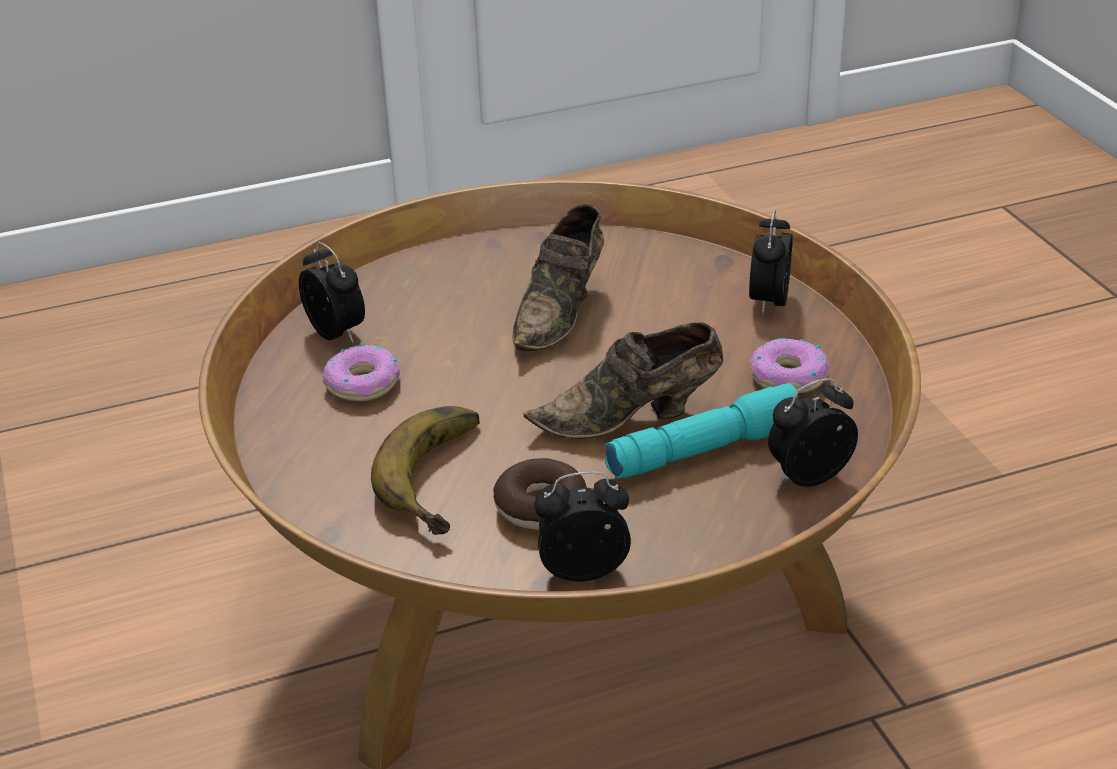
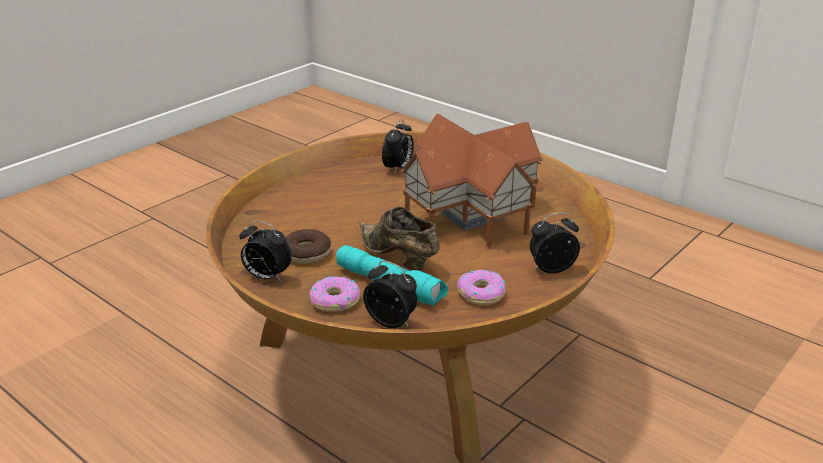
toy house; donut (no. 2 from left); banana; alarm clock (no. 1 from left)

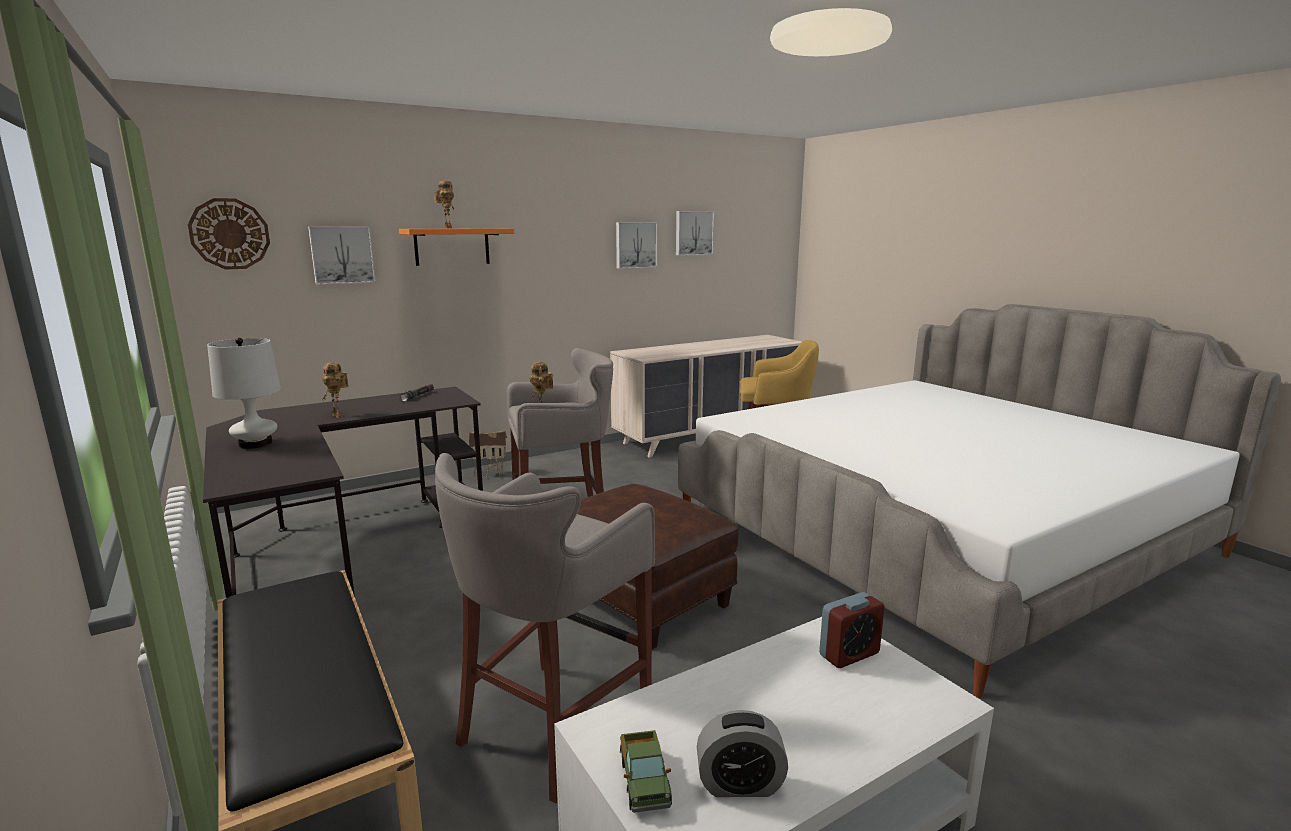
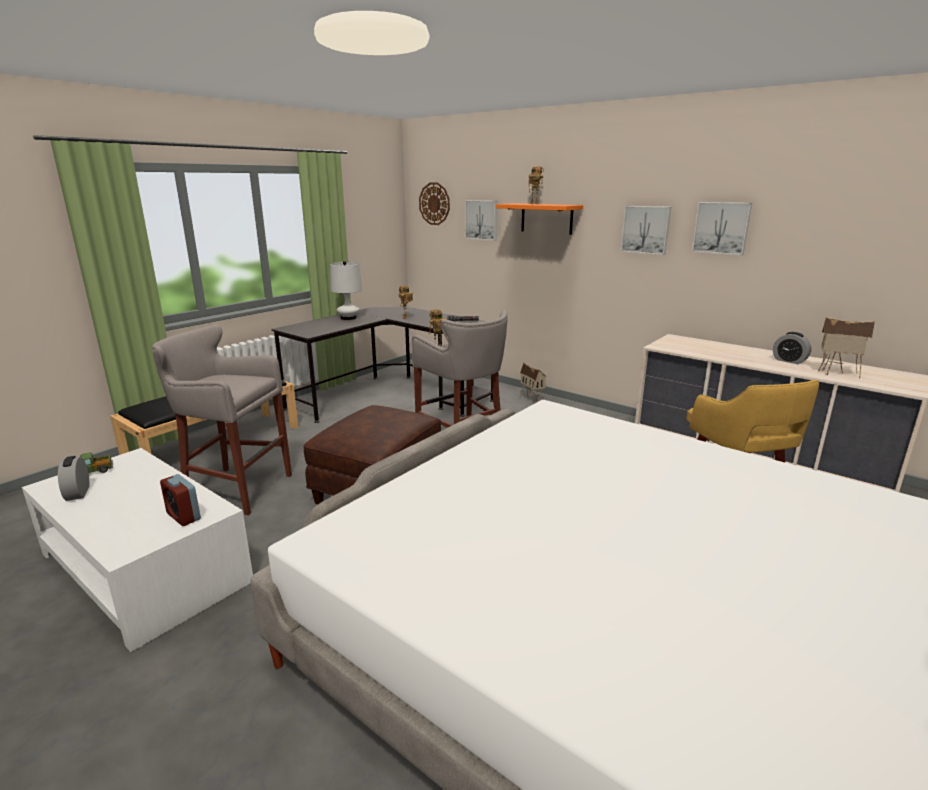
picture (no. 2 from left); toy house (no. 2 from left); alarm clock (no. 3 from left)

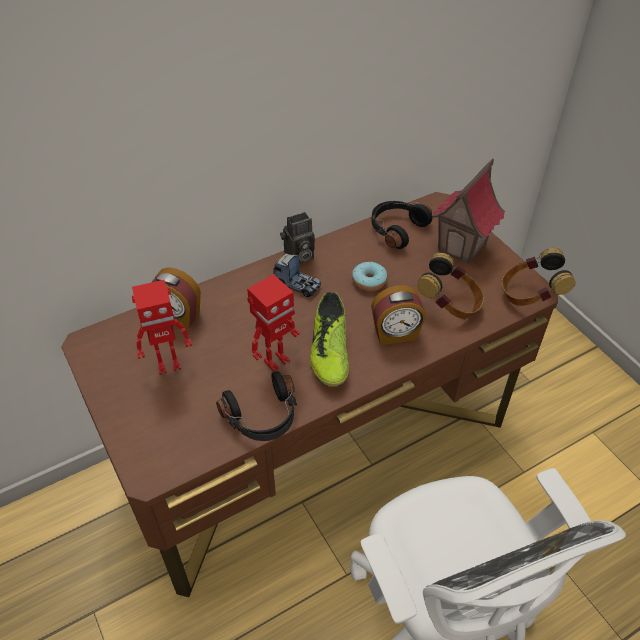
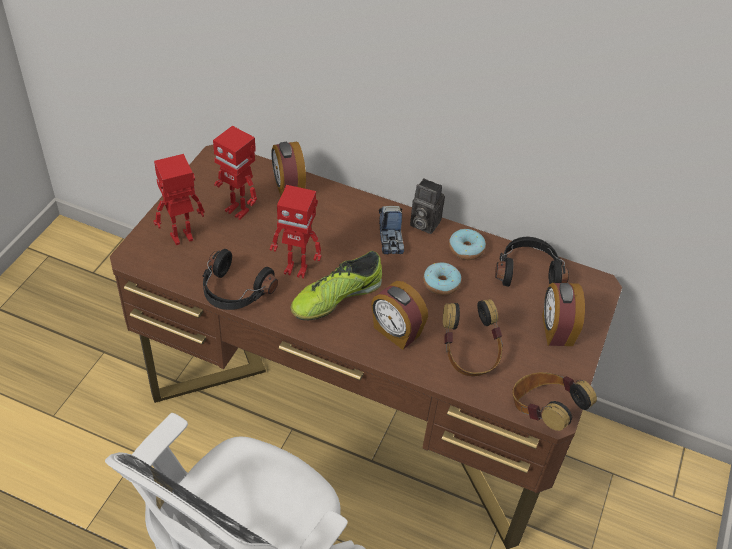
alarm clock (no. 3 from left); toy robot (no. 1 from left); donut (no. 2 from left)

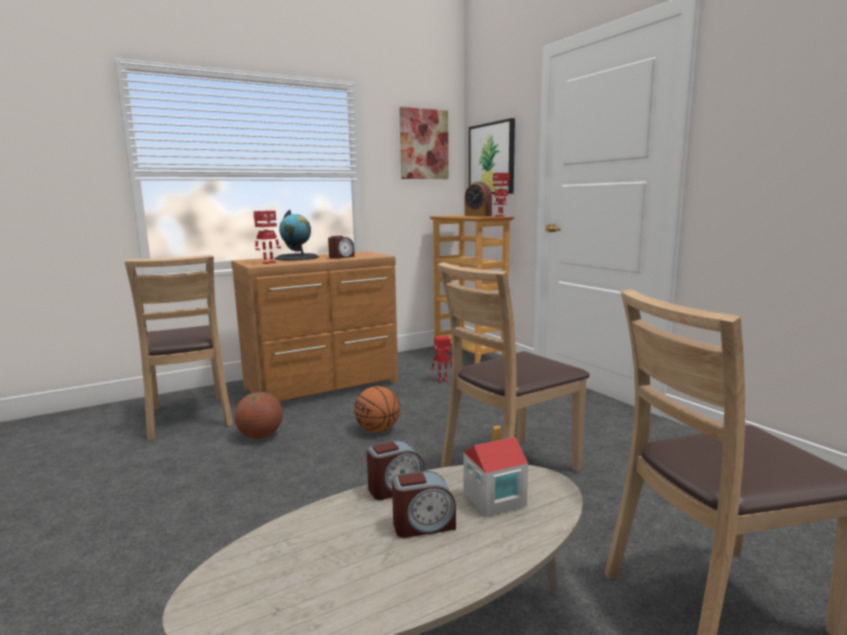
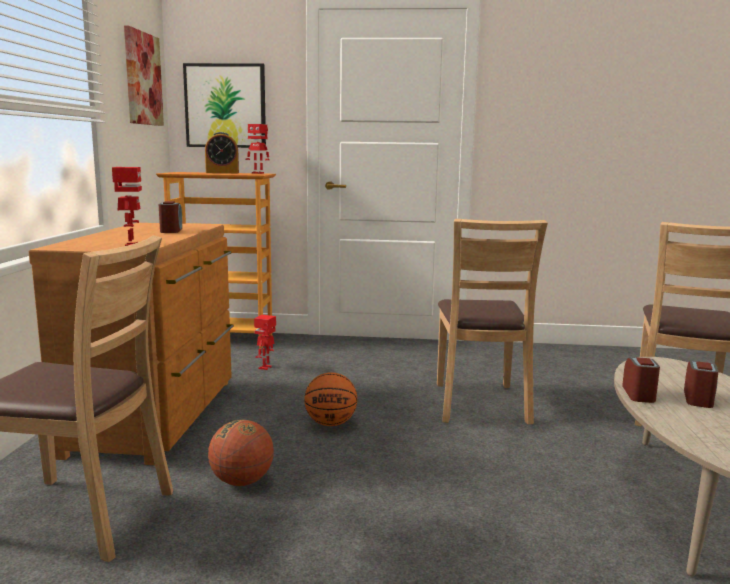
globe; toy house

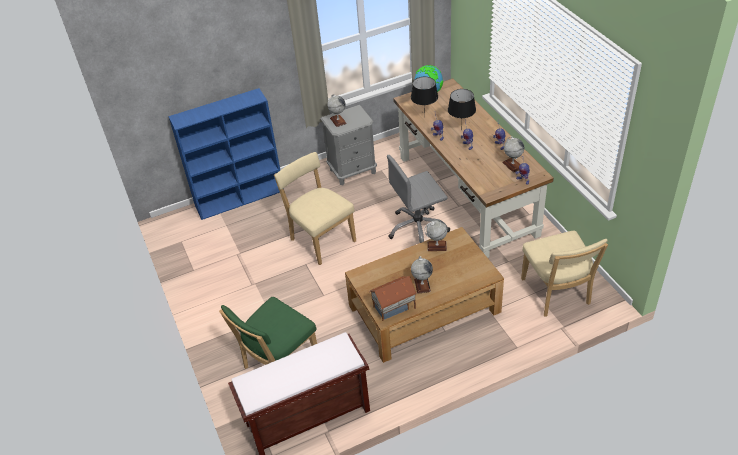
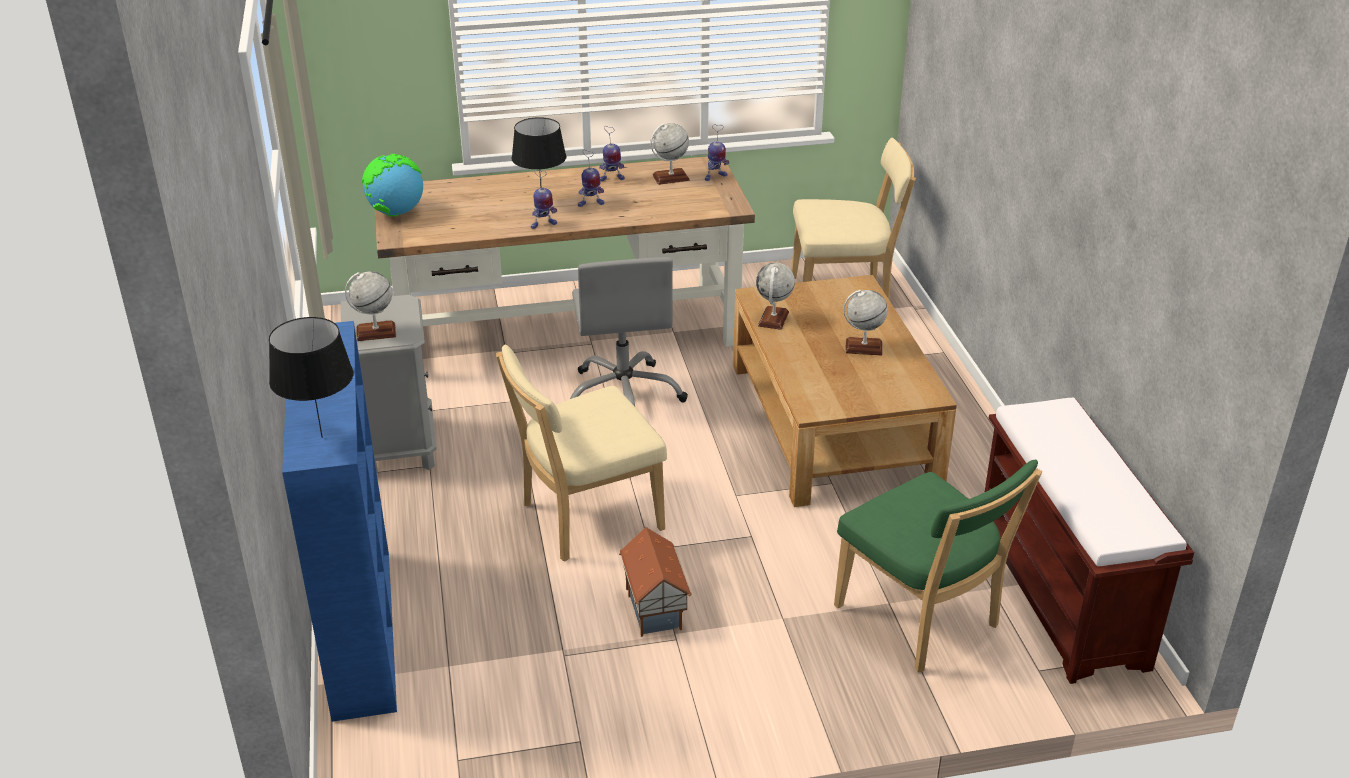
black table lamp (no. 1 from left); toy house

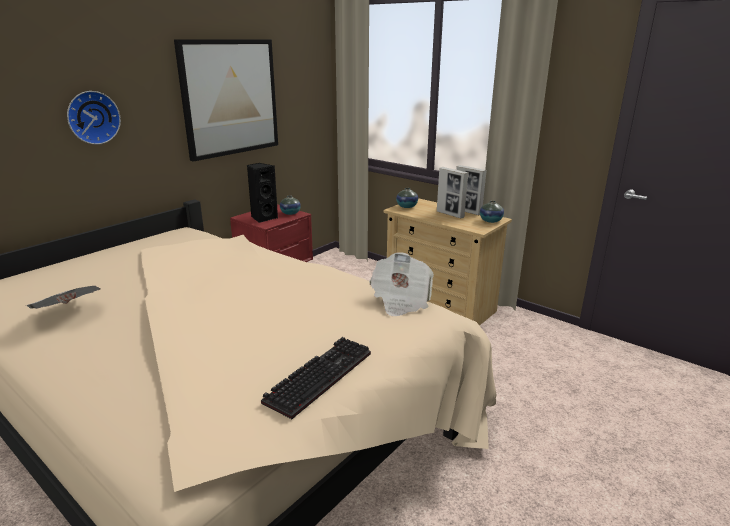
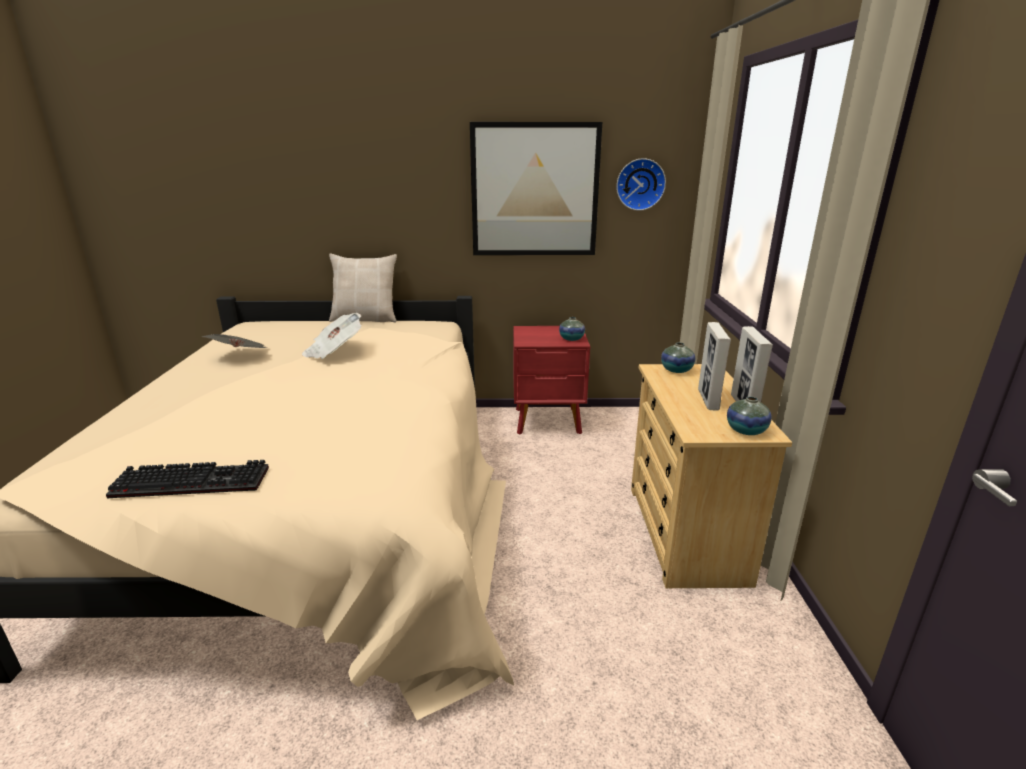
wall clock; black speaker; newspaper (no. 2 from left); beige pillow

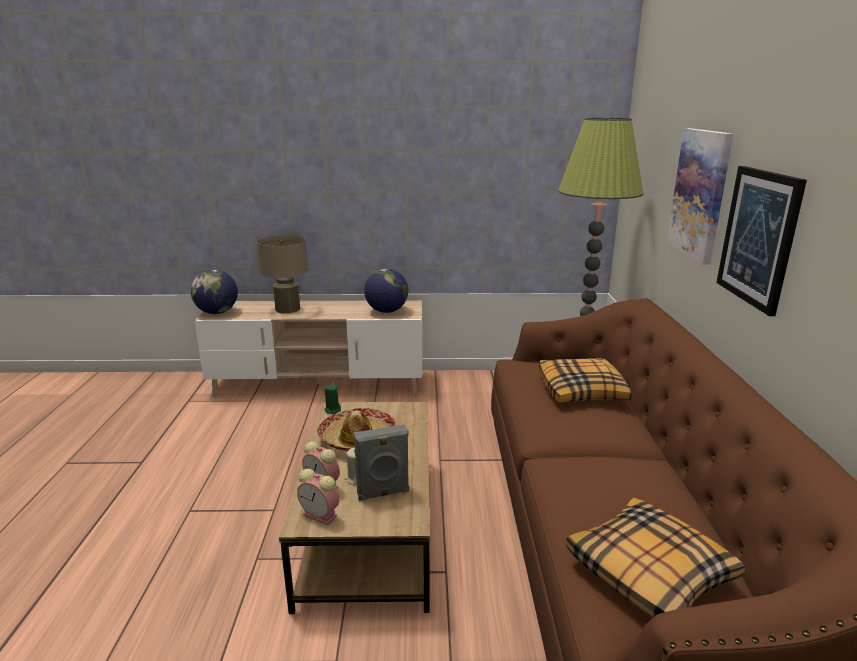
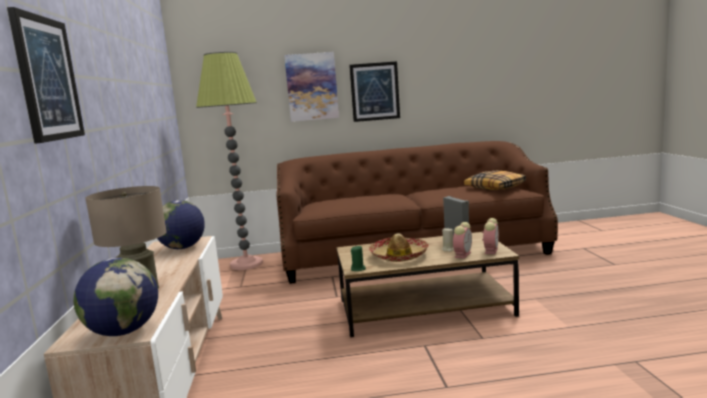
pillow (no. 1 from left in the first image); picture (no. 1 from left)

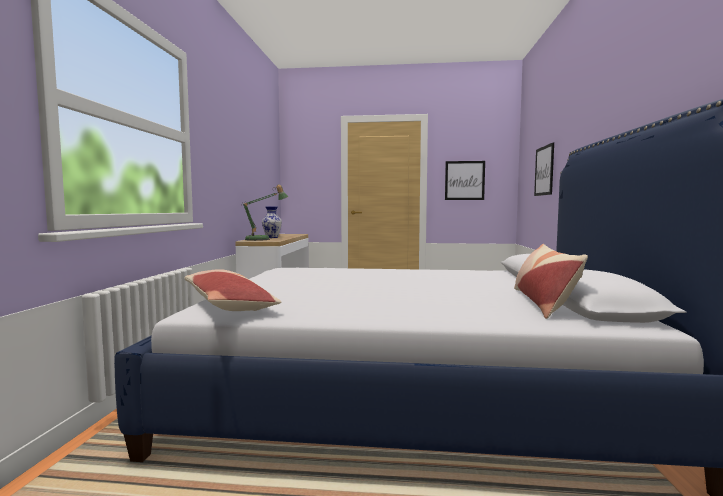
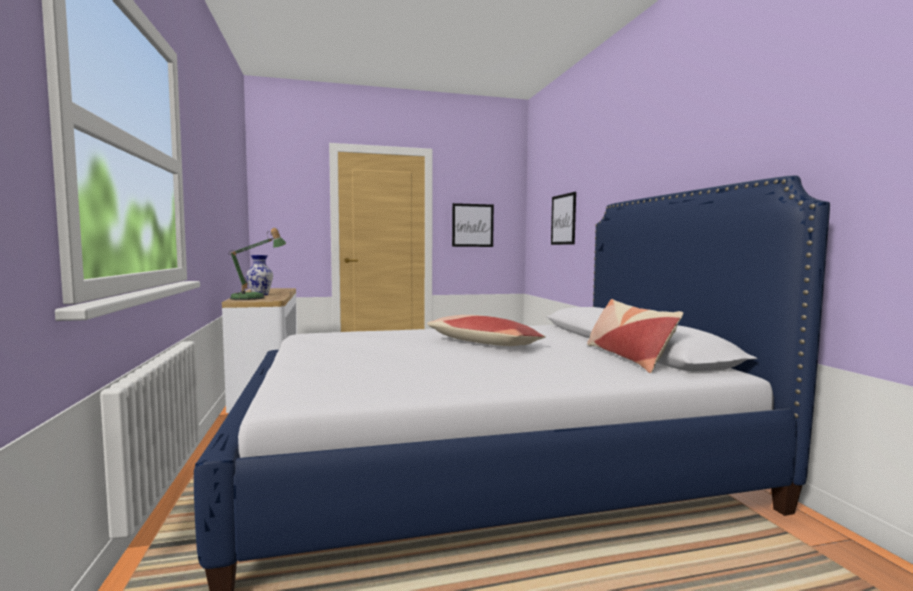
pillow (no. 1 from left)

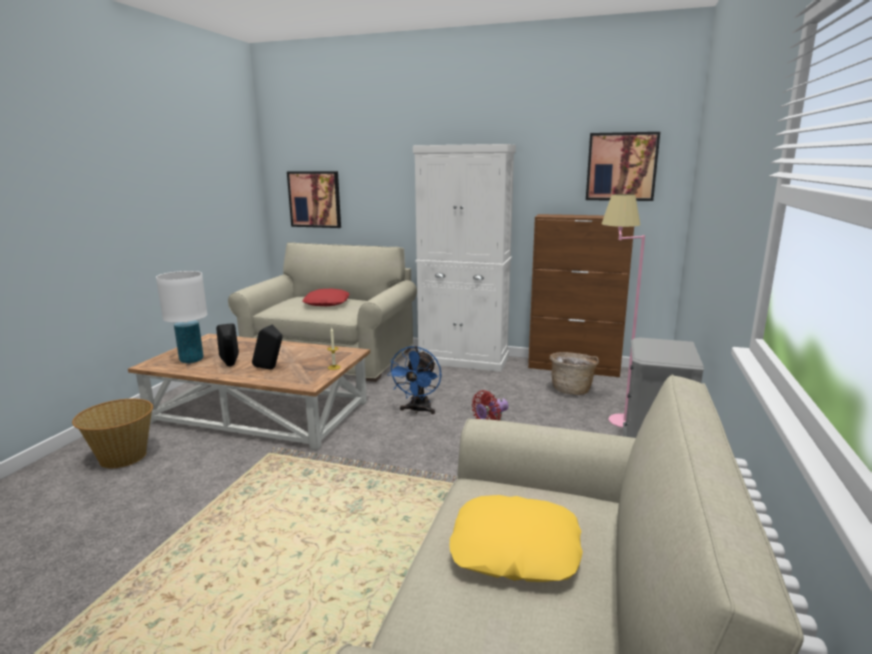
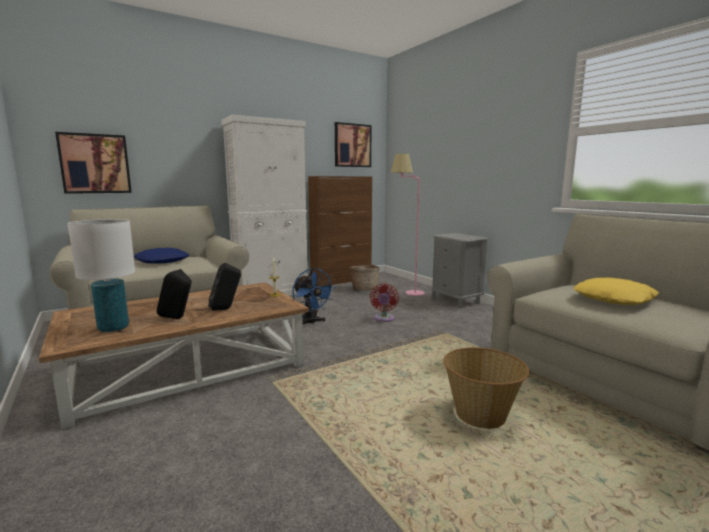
blue pillow; basket (no. 2 from left)

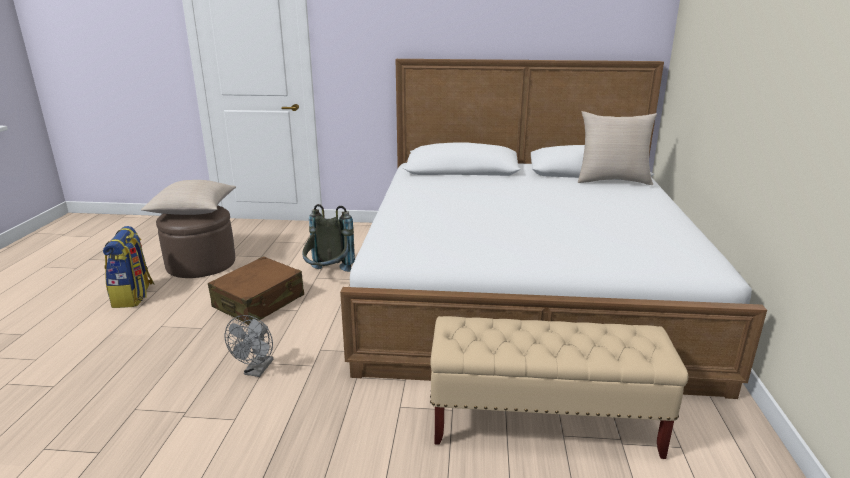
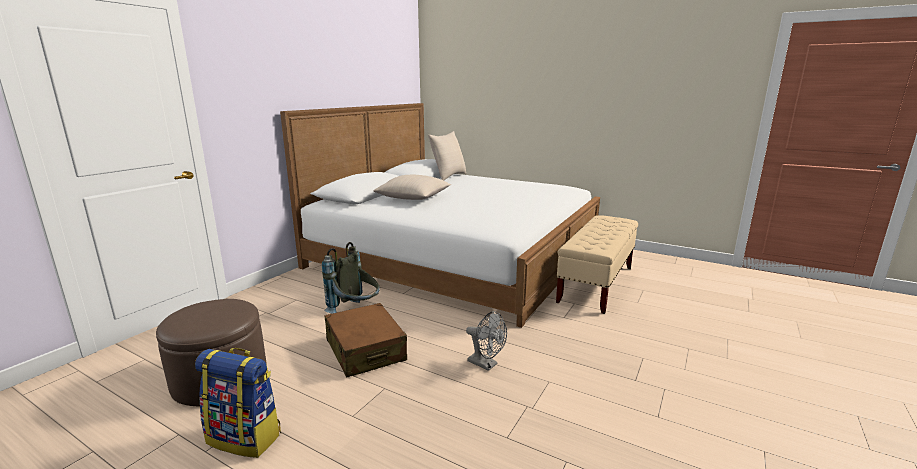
beige pillow (no. 1 from left)

